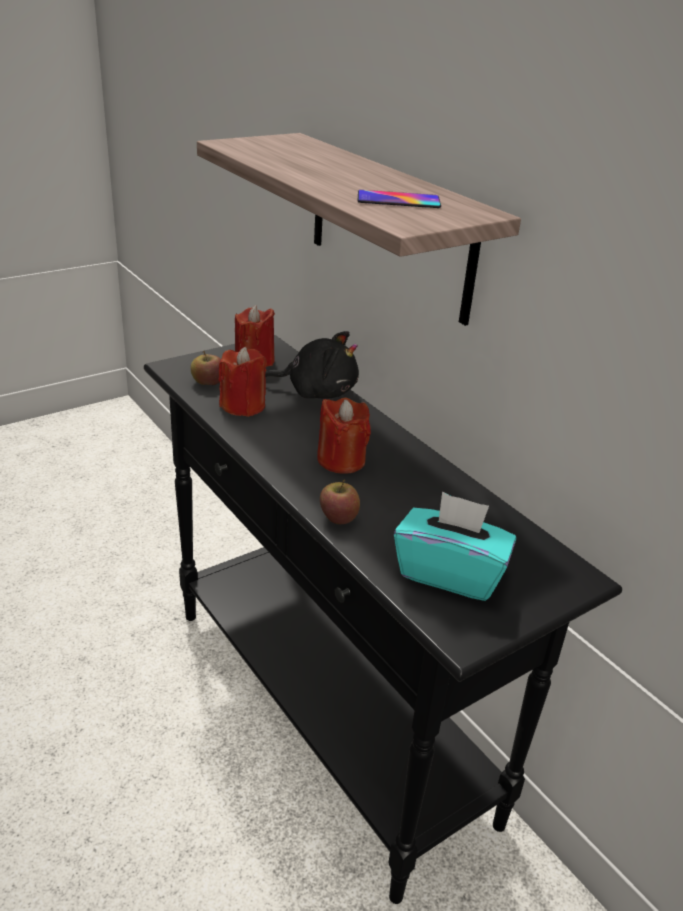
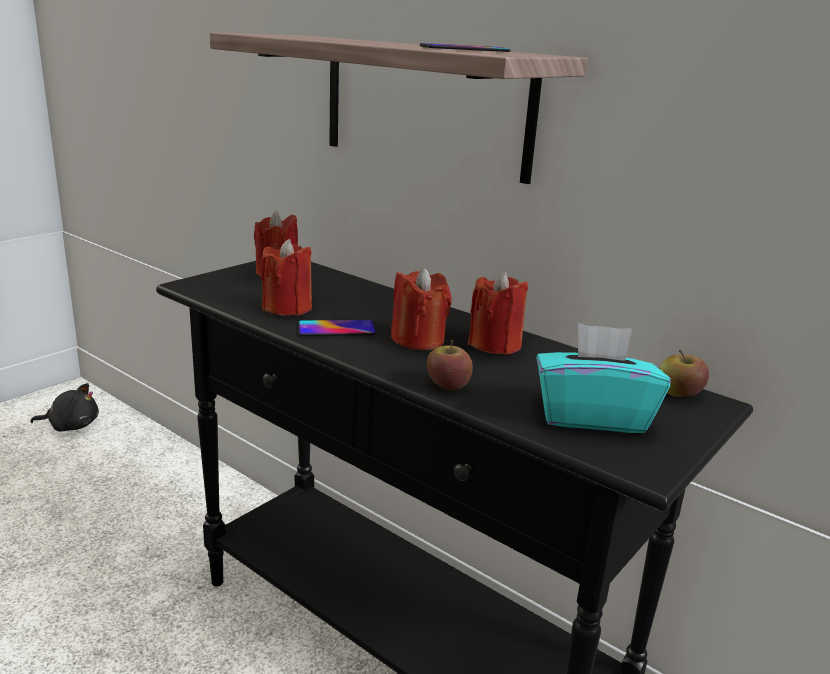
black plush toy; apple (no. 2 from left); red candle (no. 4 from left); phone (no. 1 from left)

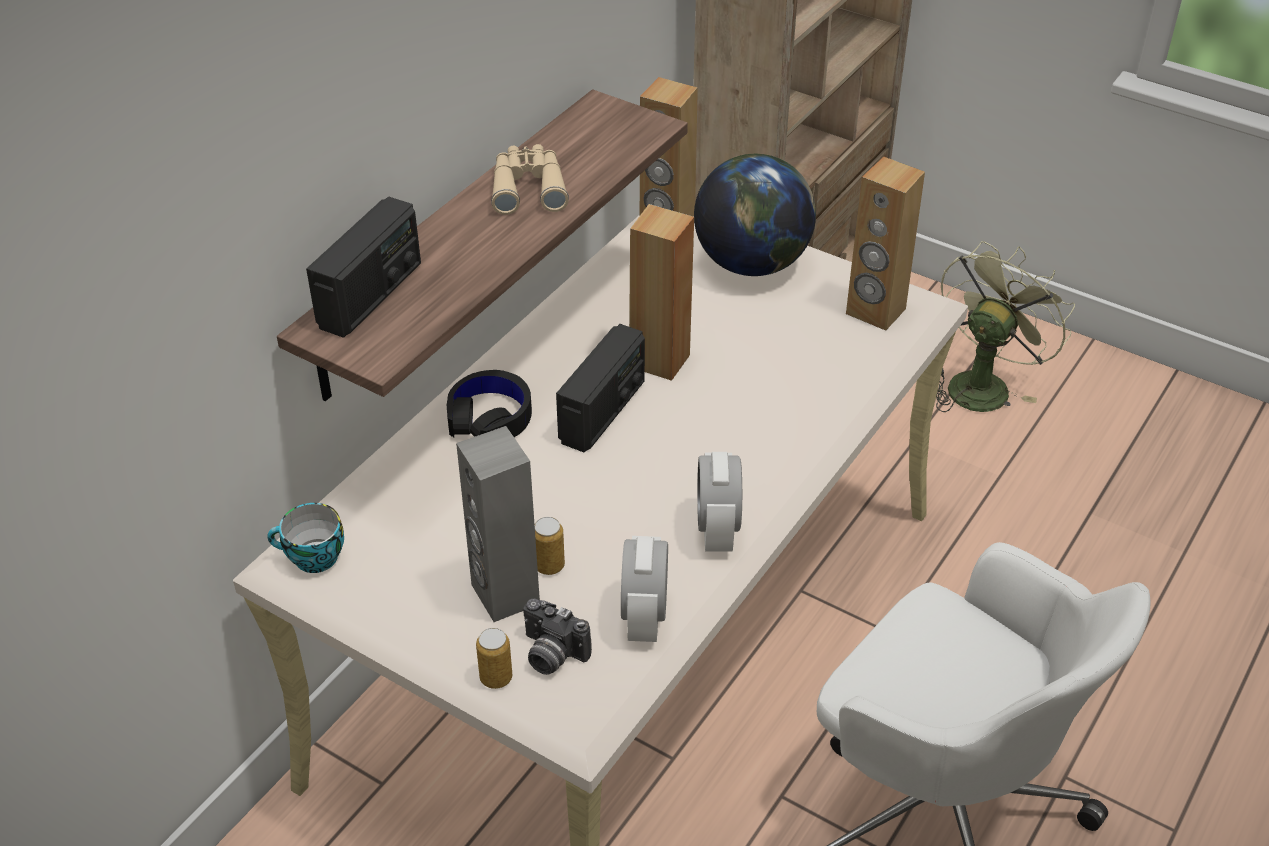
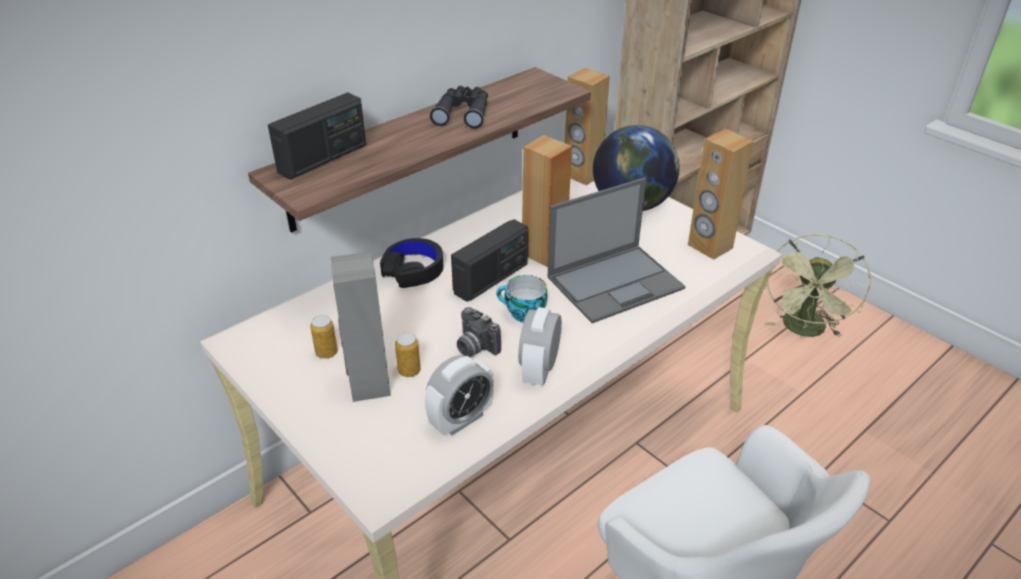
black binoculars; green fan; cup; alarm clock (no. 1 from left); photo camera; can (no. 1 from left); laptop

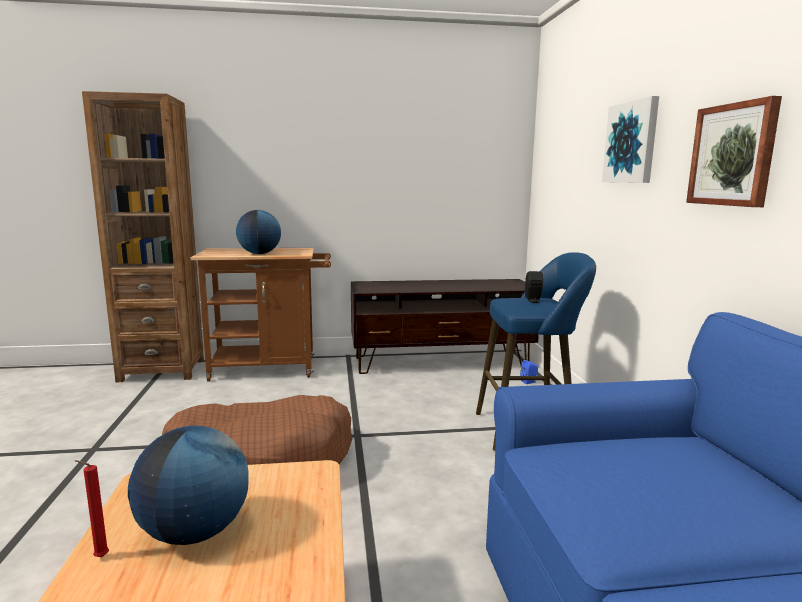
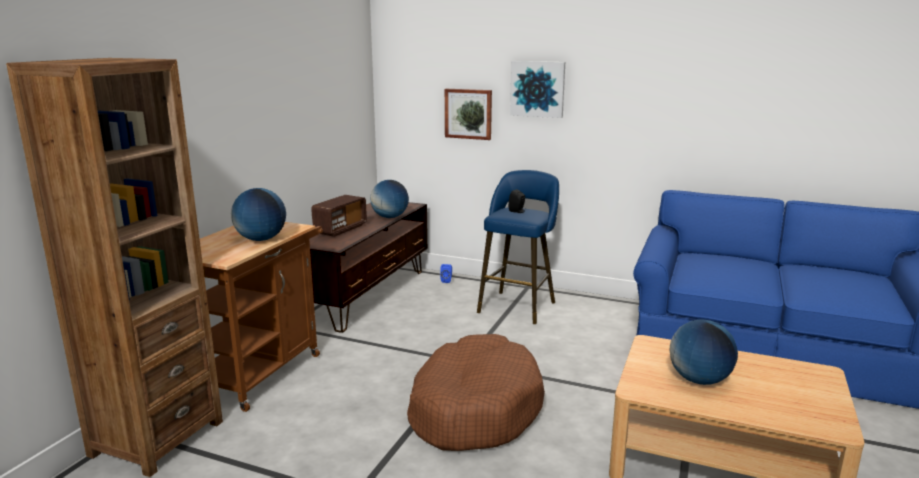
picture (no. 1 from left); red candle; globe (no. 2 from left); radio

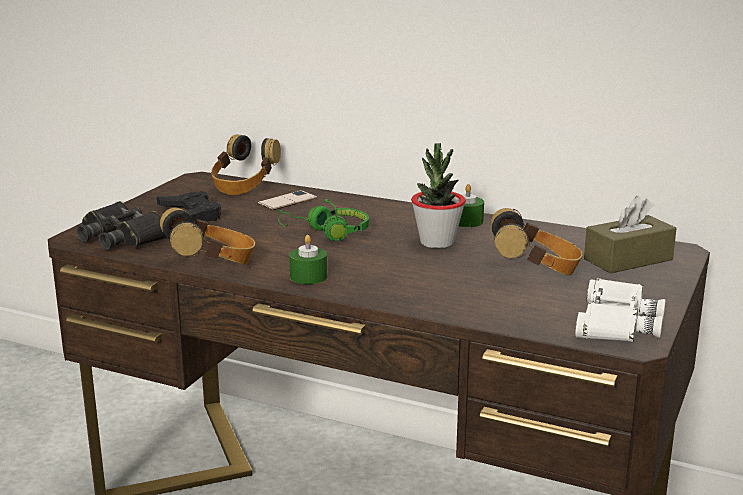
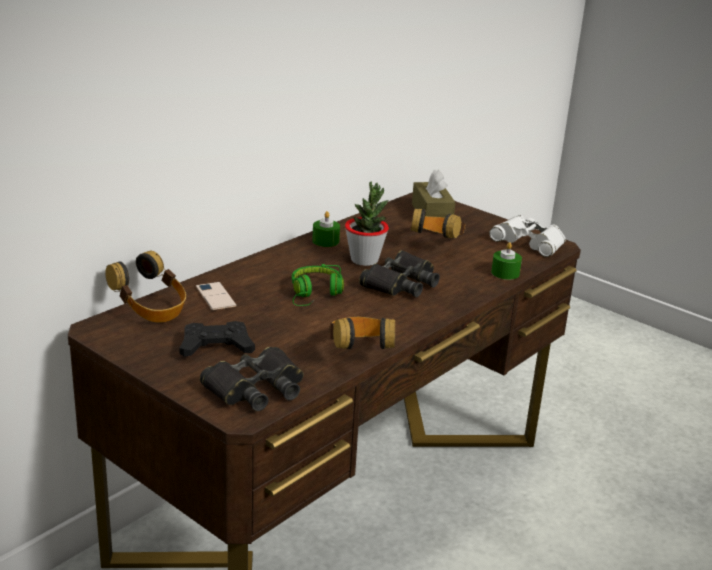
green candle (no. 2 from left); black binoculars (no. 2 from left)

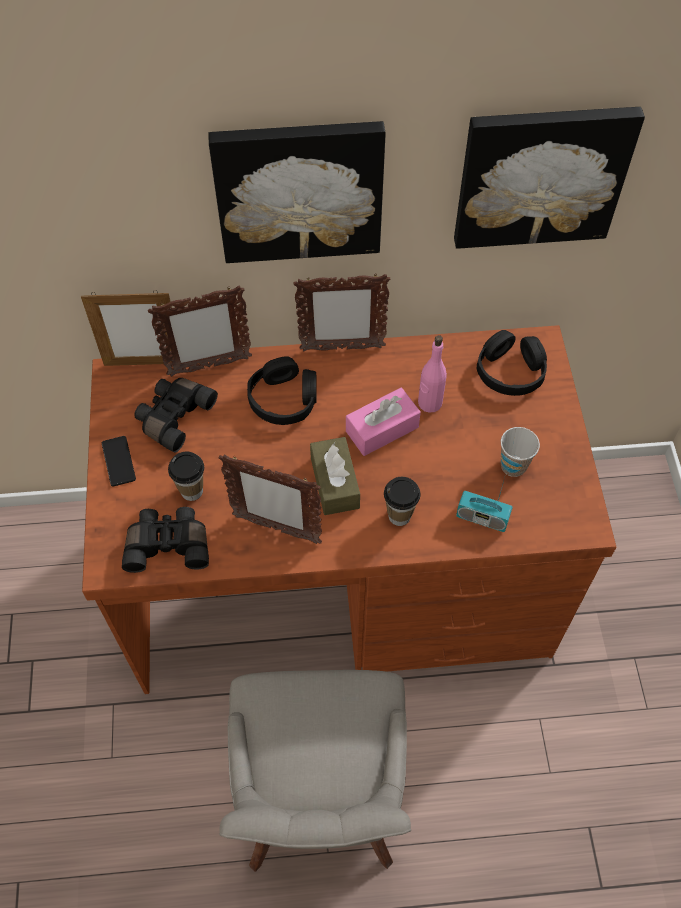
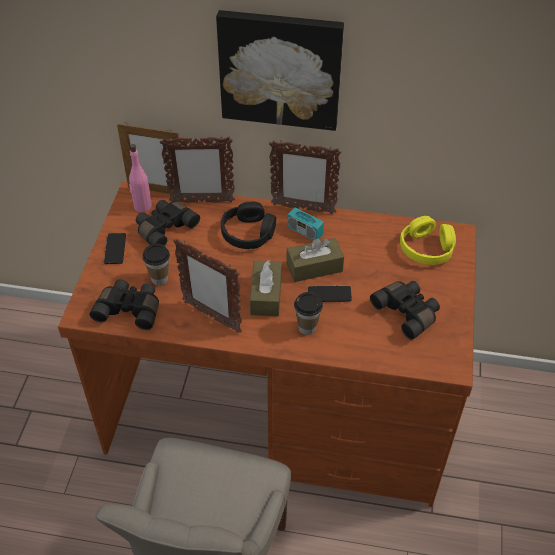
picture (no. 2 from left in the first image); yellow headphones; pink bottle; brown tissue box (no. 2 from left); black binoculars (no. 3 from left); radio; phone (no. 2 from left)

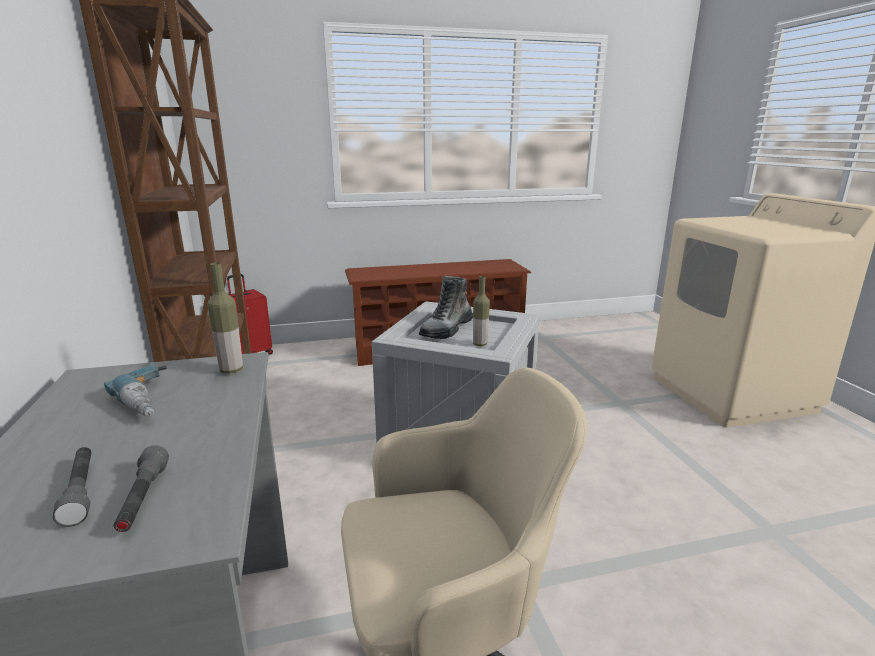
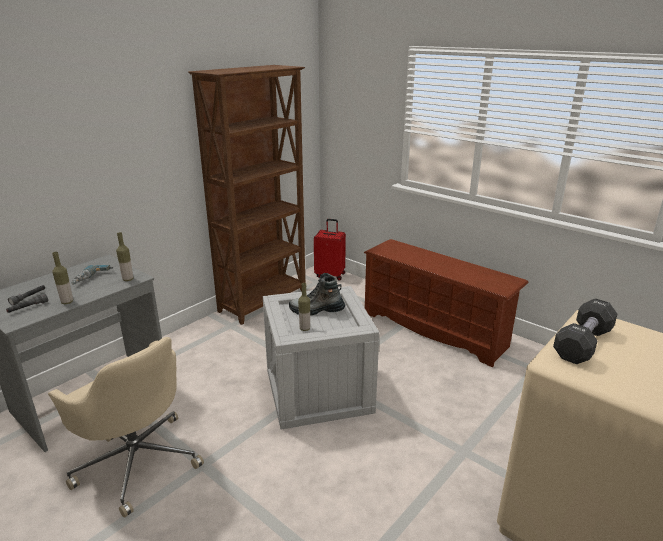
bottle (no. 1 from left); black dumbbell

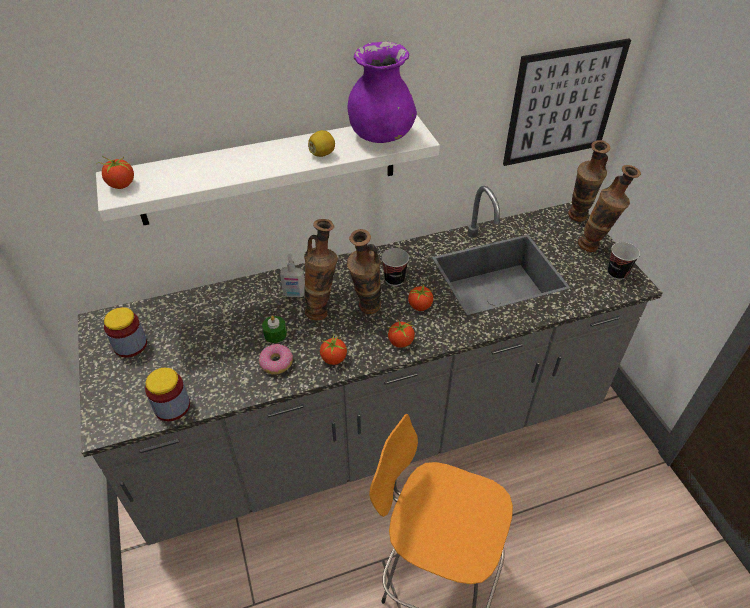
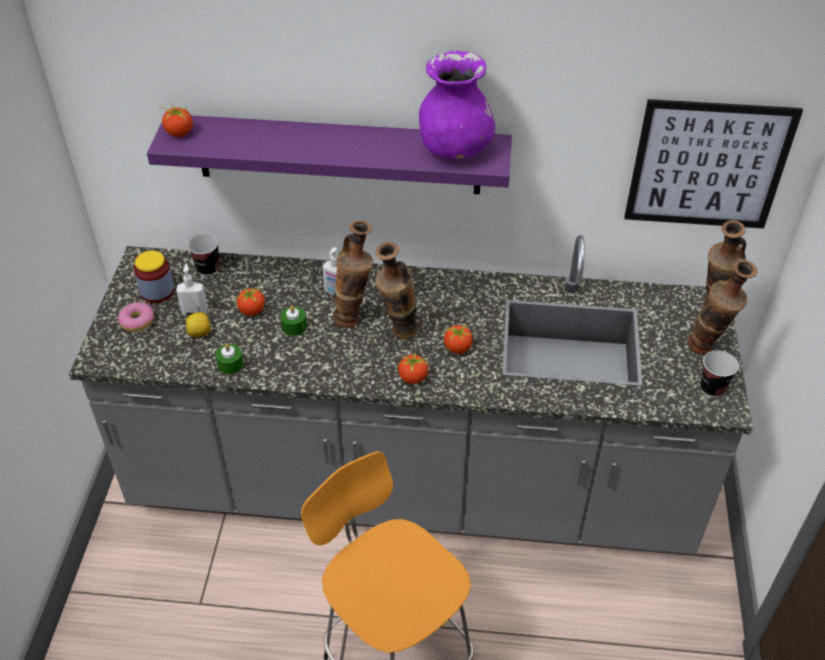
purple shelf; lemon; cup (no. 1 from left); tomato (no. 2 from left); donut; jar (no. 2 from left in the first image); soap dispenser (no. 1 from left); green candle (no. 1 from left)

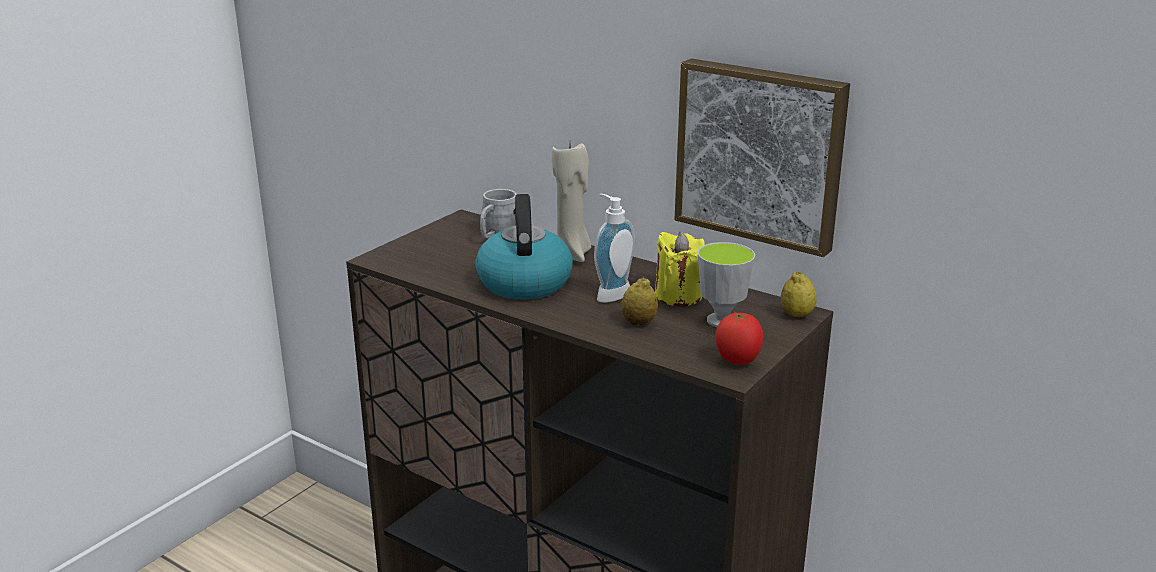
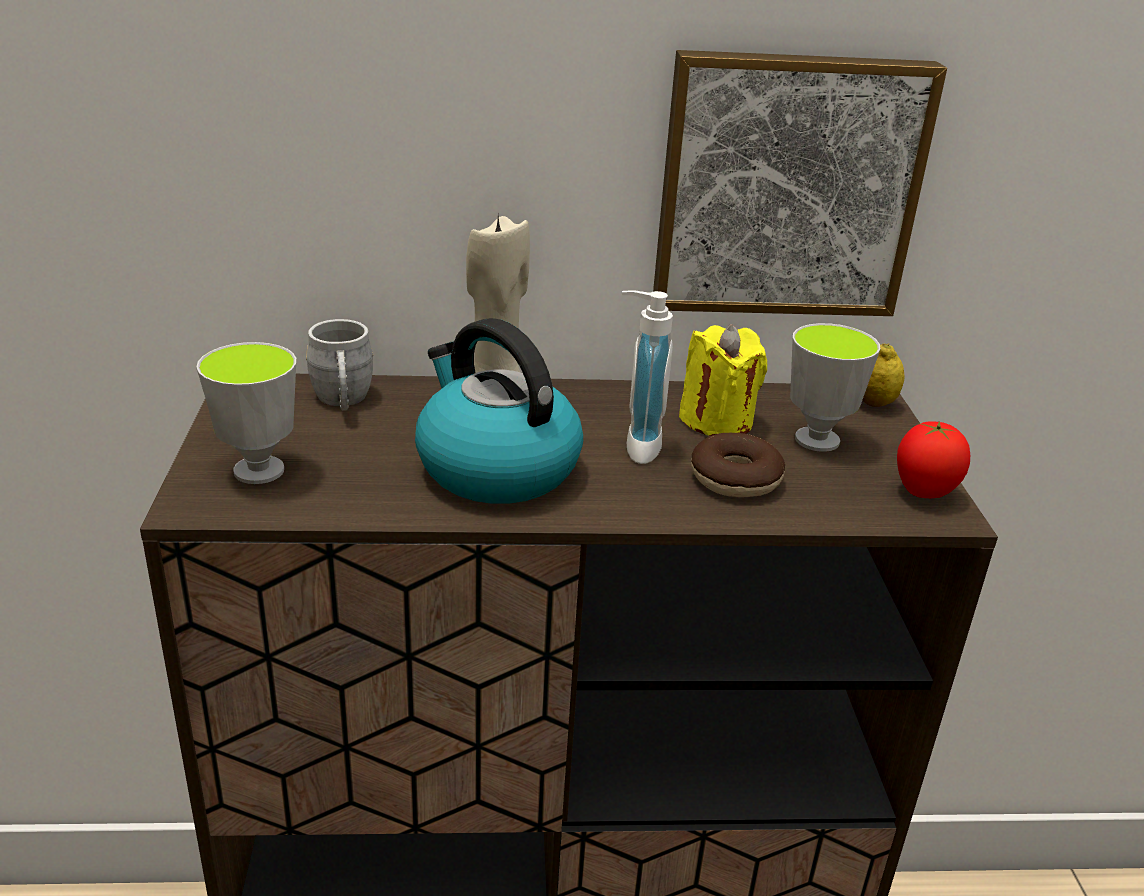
donut; cup (no. 1 from left)

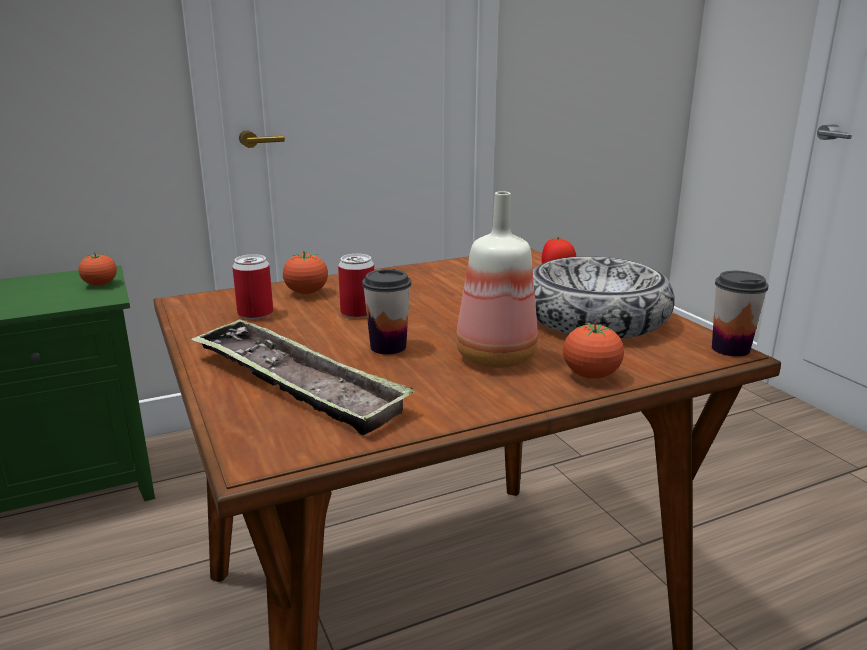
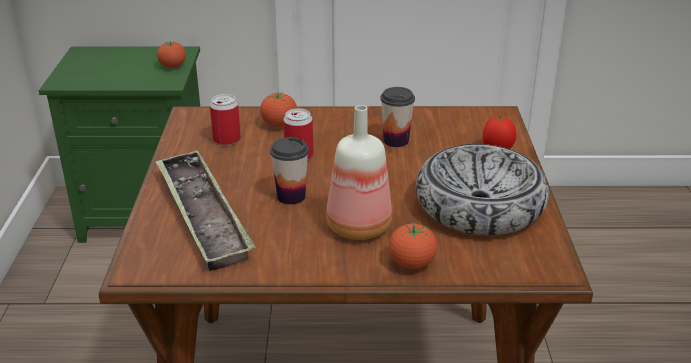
cup (no. 2 from left)

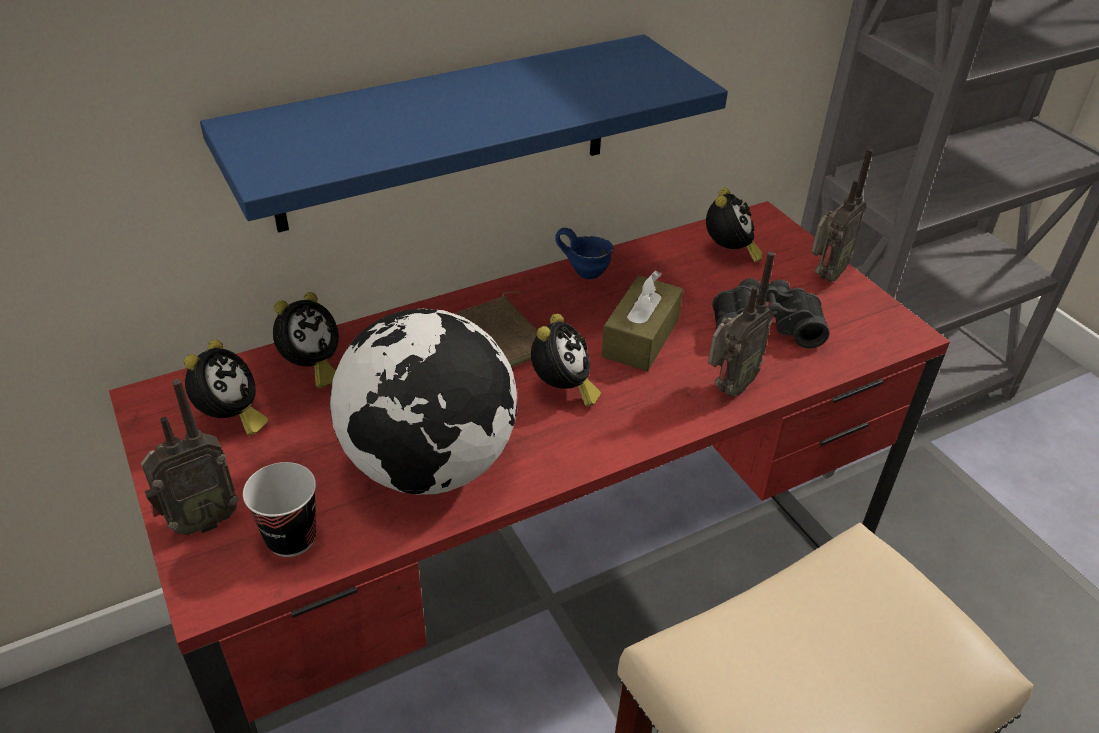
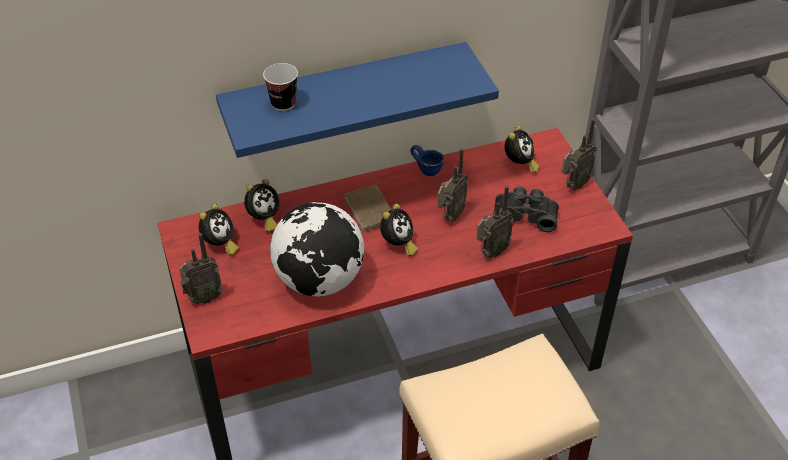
radio (no. 2 from left); cup

